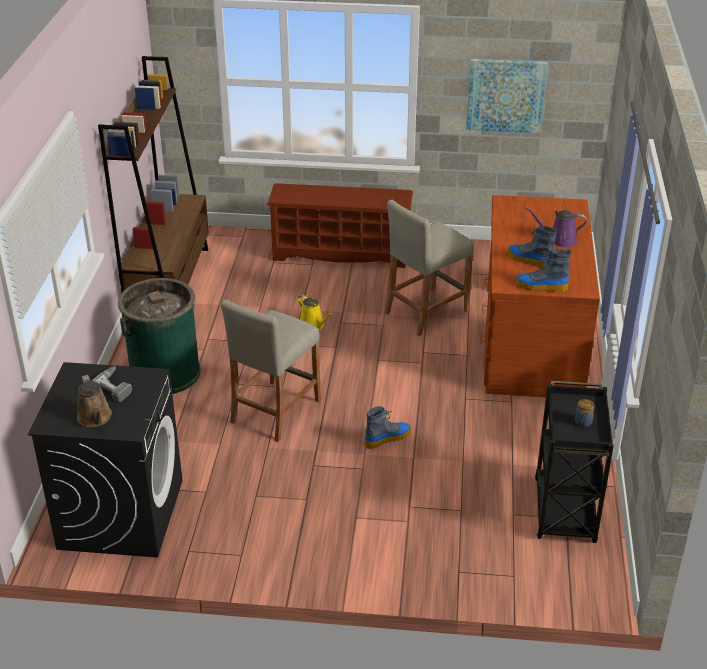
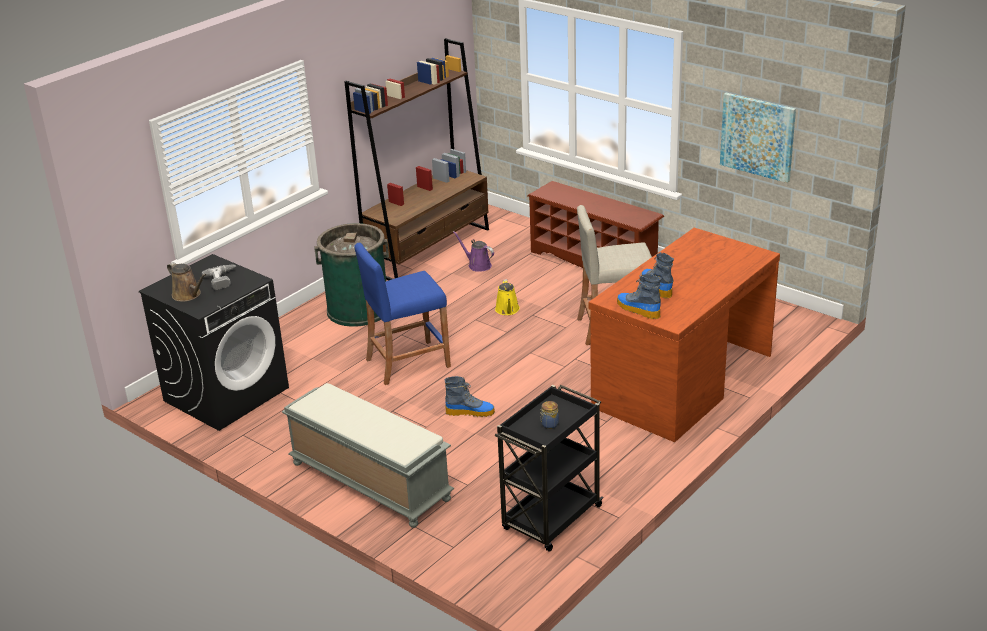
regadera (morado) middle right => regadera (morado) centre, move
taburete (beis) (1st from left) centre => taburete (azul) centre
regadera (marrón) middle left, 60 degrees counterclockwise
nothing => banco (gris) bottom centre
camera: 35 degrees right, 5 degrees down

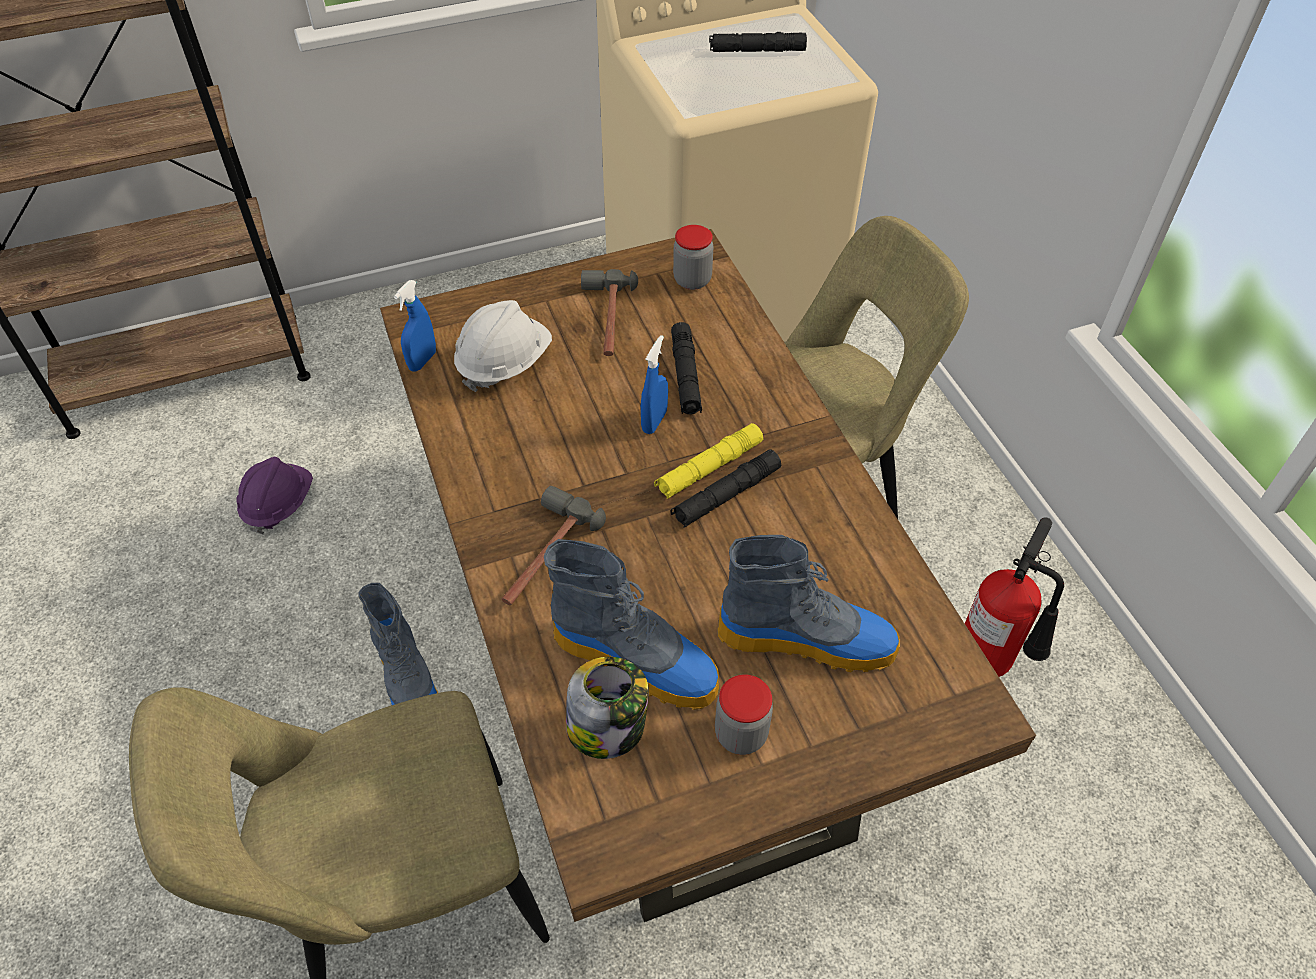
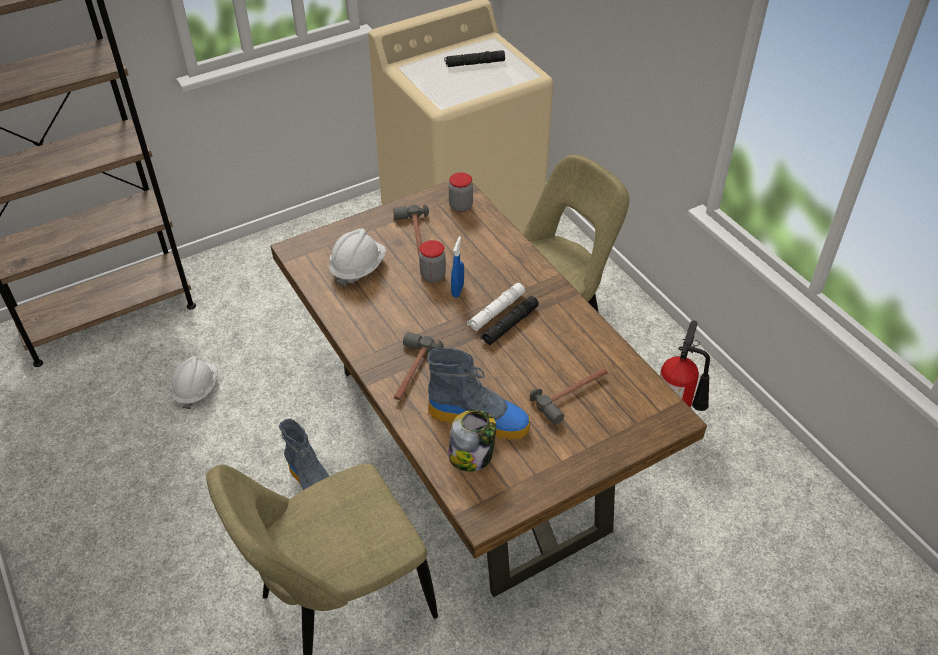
pulverizador (azul) (1st from left) top left => nothing
linterna (negro) (1st from left) centre => nothing
linterna (amarillo) centre => linterna (blanco) centre
casco (morado) middle left => casco (blanco) (1st from left) middle left
bota (3rd from left) centre => martillo (3rd from left) centre
tarro (3rd from left in the first image) bottom centre => tarro (1st from left) centre, move
camera: 10 degrees left, 5 degrees down

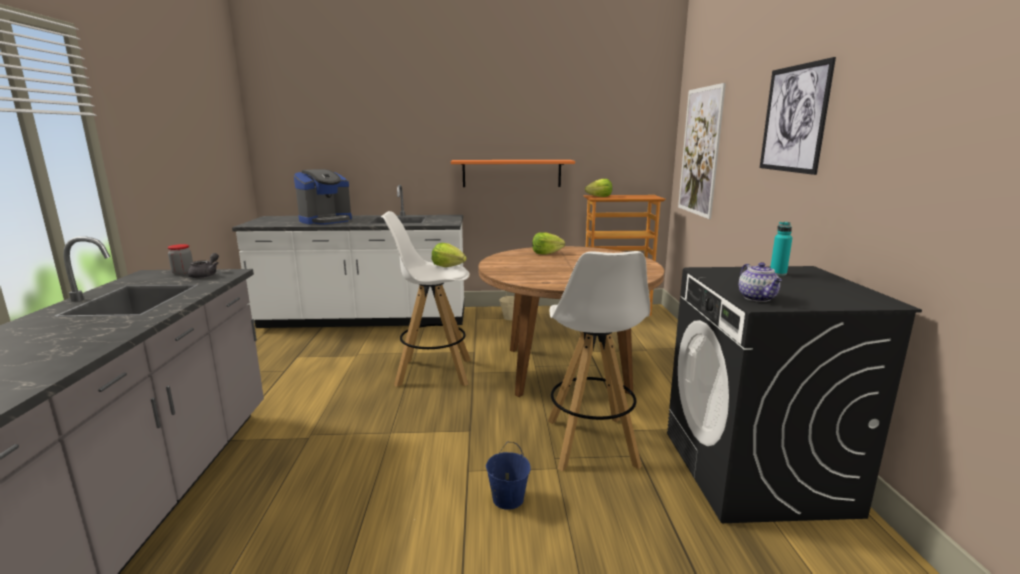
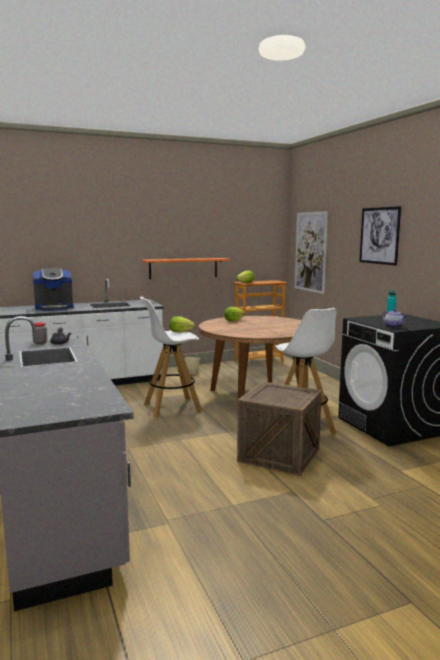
cafetera middle left, 45 degrees clockwise
cubo (azul) bottom centre => caja de embalaje centre
camera: 20 degrees left, 5 degrees down

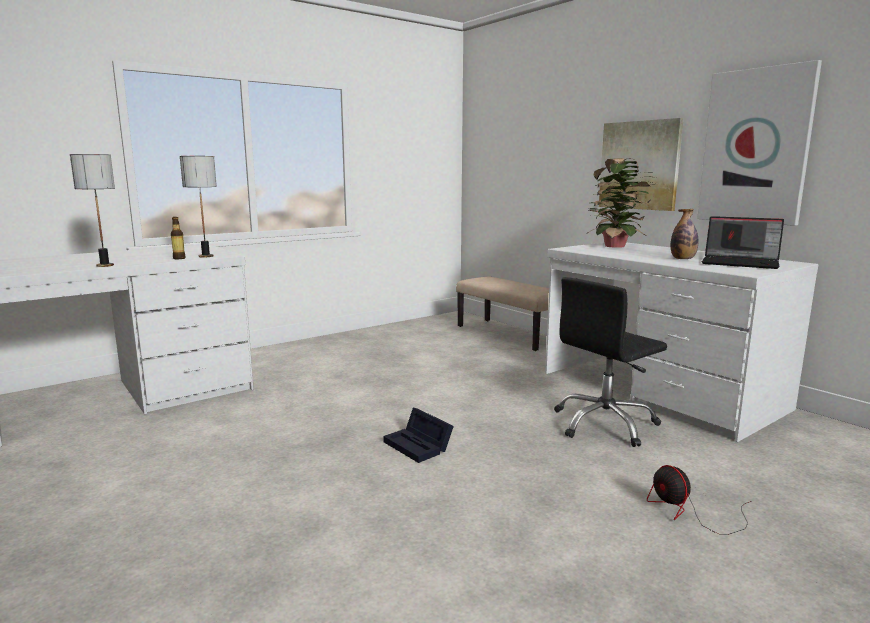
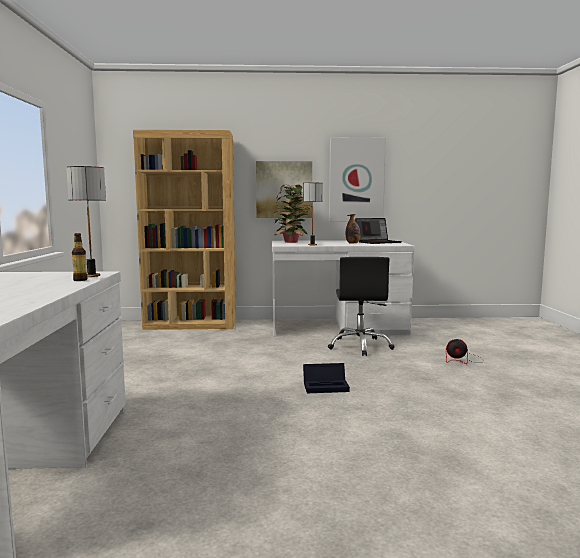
lámpara de mesa (1st from left in the first image) middle left => lámpara de mesa (2nd from left) centre, move
banco (beis) centre => estantería (marrón) middle left
camera: 55 degrees left, 5 degrees down

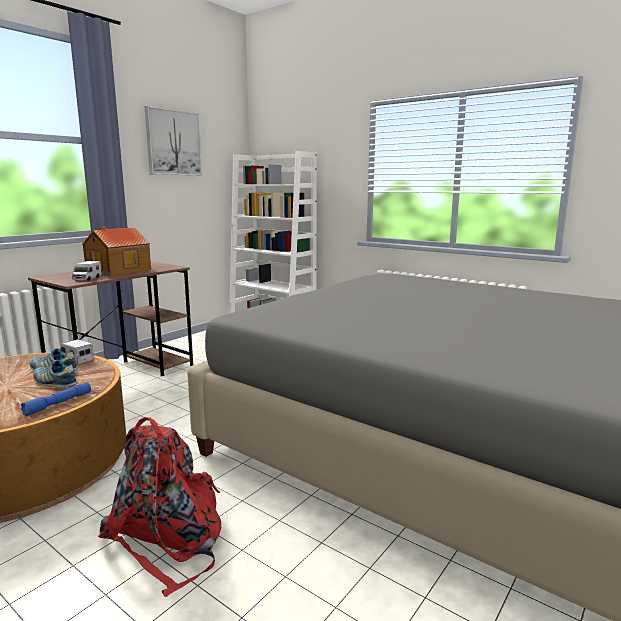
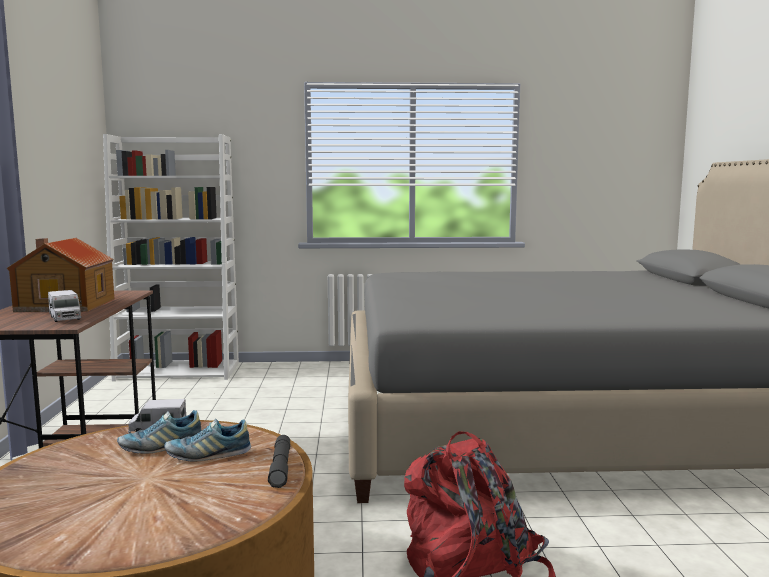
cuadro top left => nothing
linterna (azul) middle left => linterna (gris) bottom centre
camera: 40 degrees left, 5 degrees down

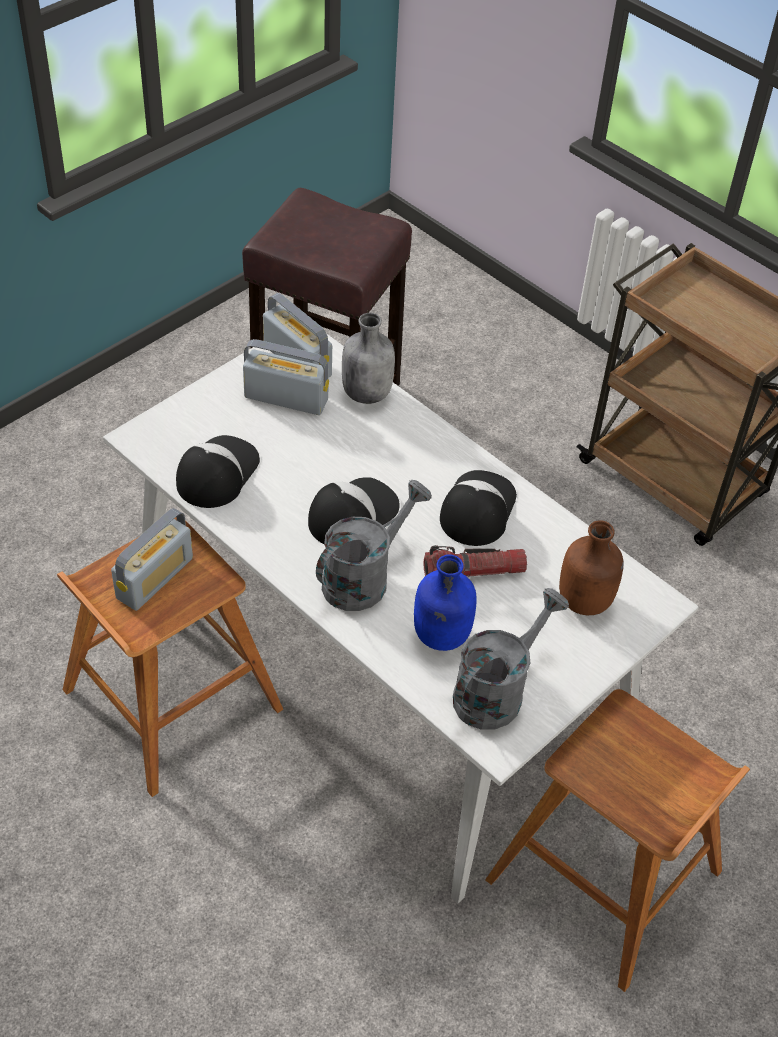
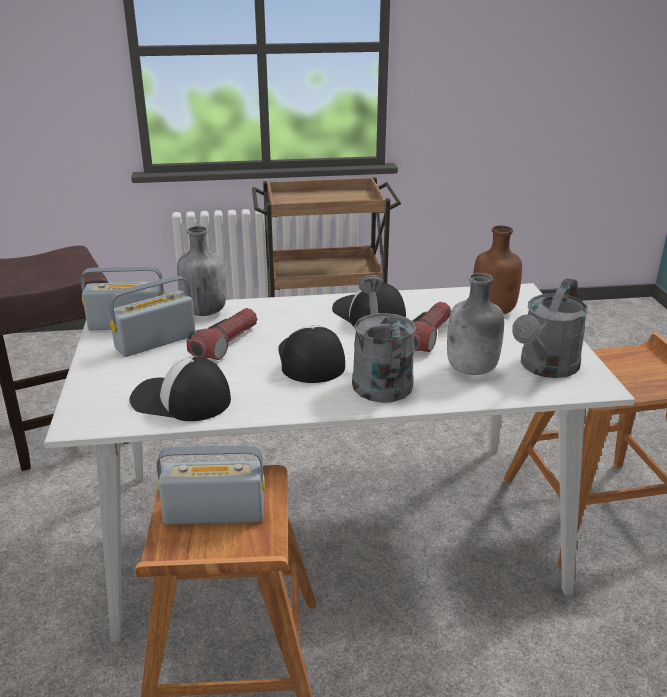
gorra (1st from left) middle left, 45 degrees counterclockwise
radio (1st from left in the first image) middle left => radio (3rd from left) bottom left, 75 degrees counterclockwise
botella (azul) centre => botella (gris) (2nd from left) middle right
regadera (gris) (2nd from left) centre => regadera (gris) (2nd from left) middle right, 135 degrees counterclockwise
nothing => linterna (1st from left) middle left
camera: 50 degrees left, 20 degrees down

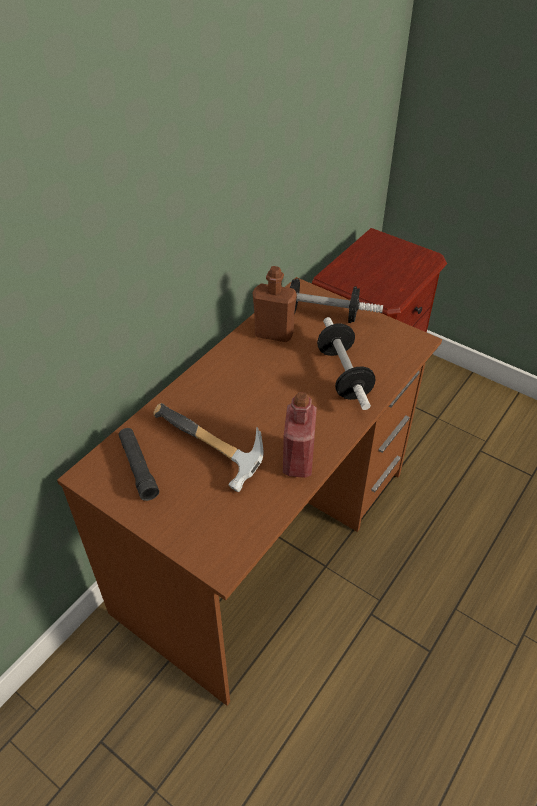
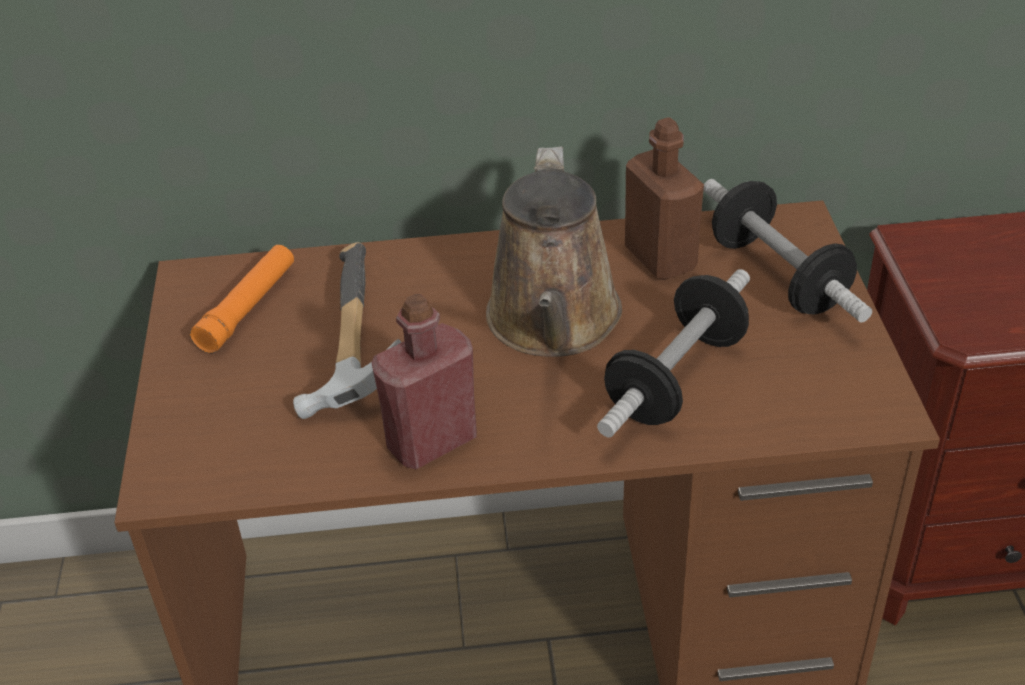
linterna (negro) middle left => linterna (naranja) middle left
nothing => regadera (marrón) centre
camera: 50 degrees right, 5 degrees down

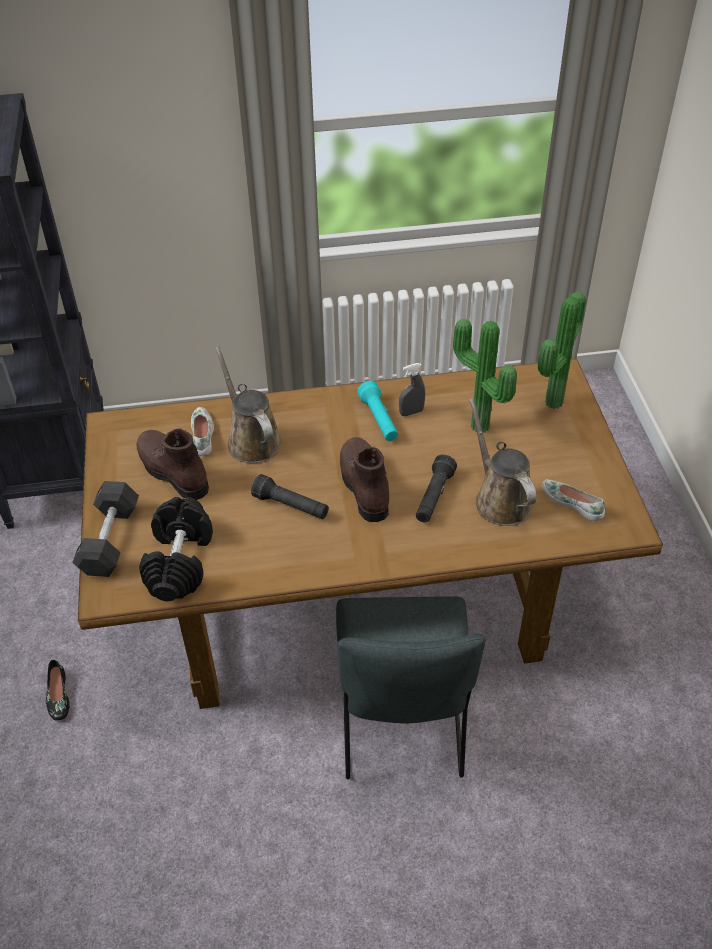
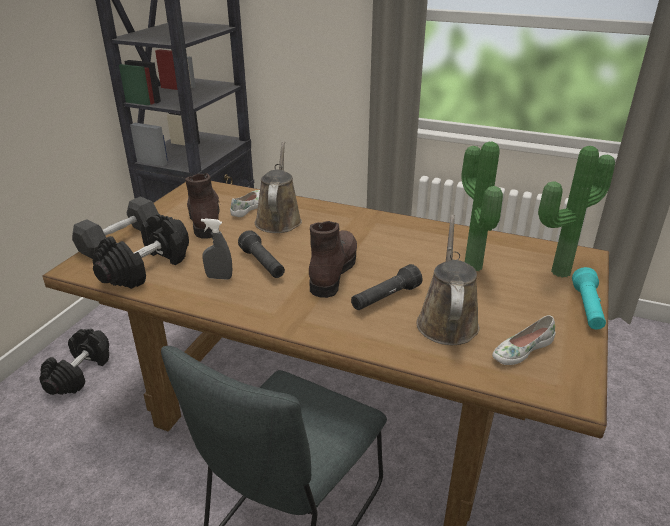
pulverizador (gris) centre => pulverizador (gris) middle left, move
linterna (turquesa) centre => linterna (turquesa) middle right, move
zapato (blanco) (2nd from left) middle right, 105 degrees counterclockwise
zapato (negro) bottom left => mancuerna (negro) (1st from left) bottom left
camera: 30 degrees right, 15 degrees down

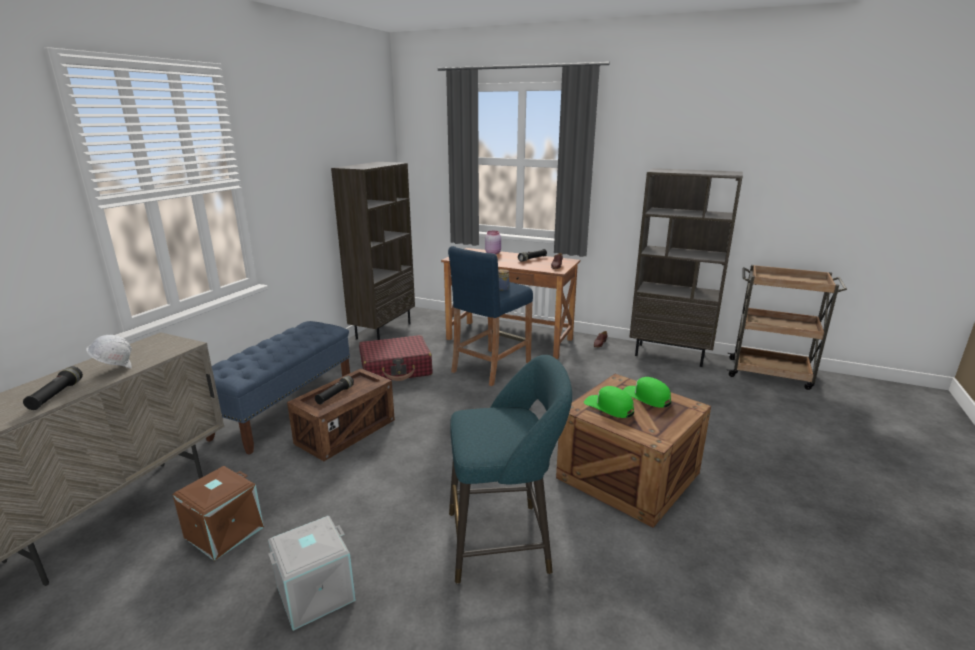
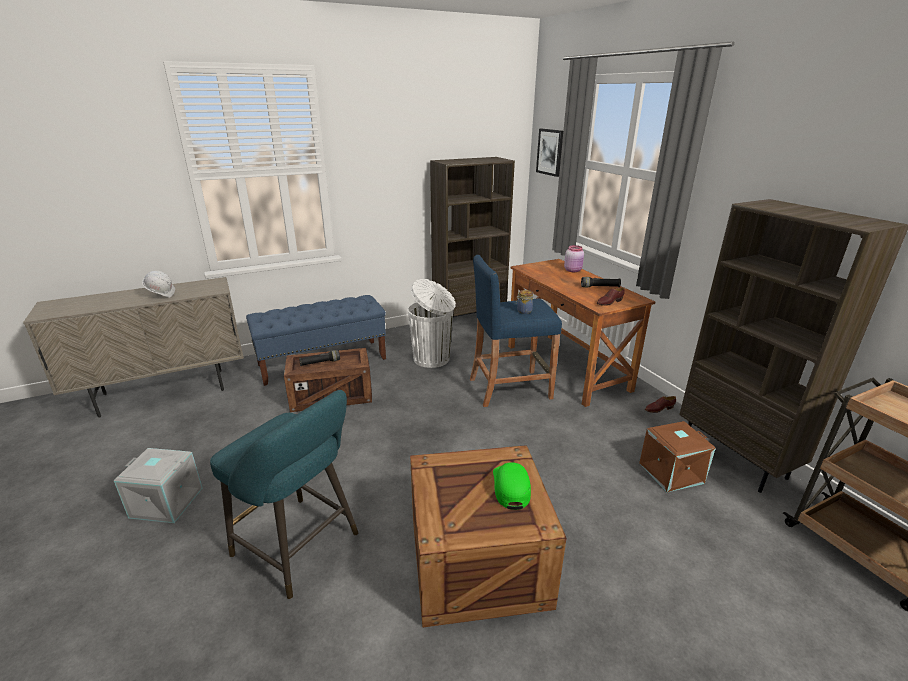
maleta (rojo) centre => papelera (blanco) centre
linterna (negro) (1st from left) middle left => nothing
gorra (verde) (1st from left) centre => nothing
caja de almacenaje (marrón) bottom left => caja de almacenaje (marrón) bottom right, move
nothing => cuadro top centre
camera: 40 degrees right, 5 degrees up

